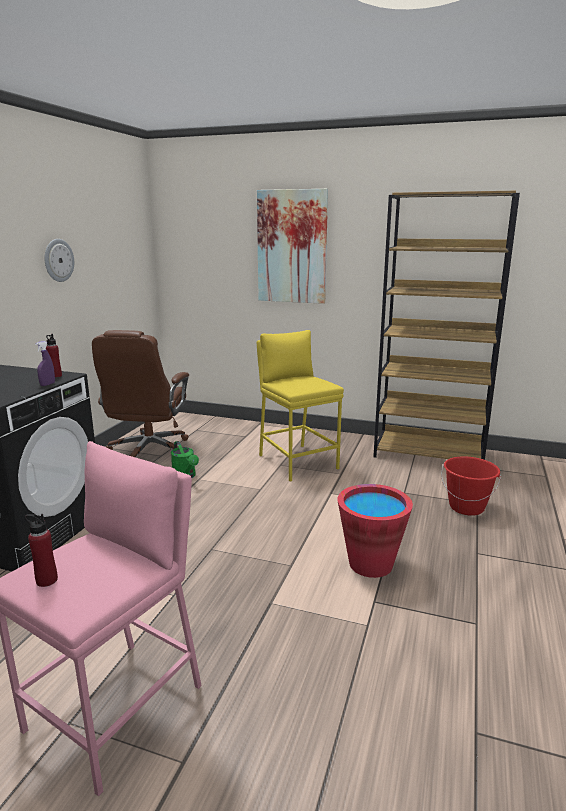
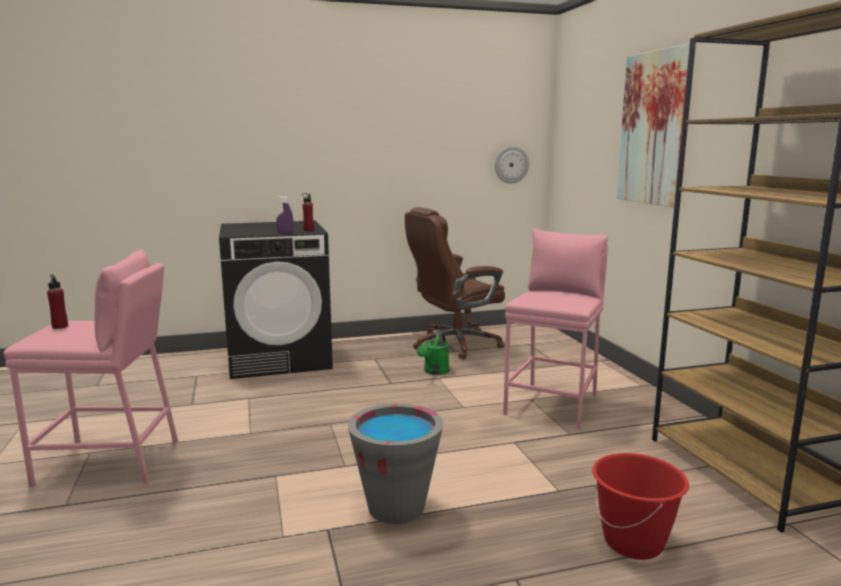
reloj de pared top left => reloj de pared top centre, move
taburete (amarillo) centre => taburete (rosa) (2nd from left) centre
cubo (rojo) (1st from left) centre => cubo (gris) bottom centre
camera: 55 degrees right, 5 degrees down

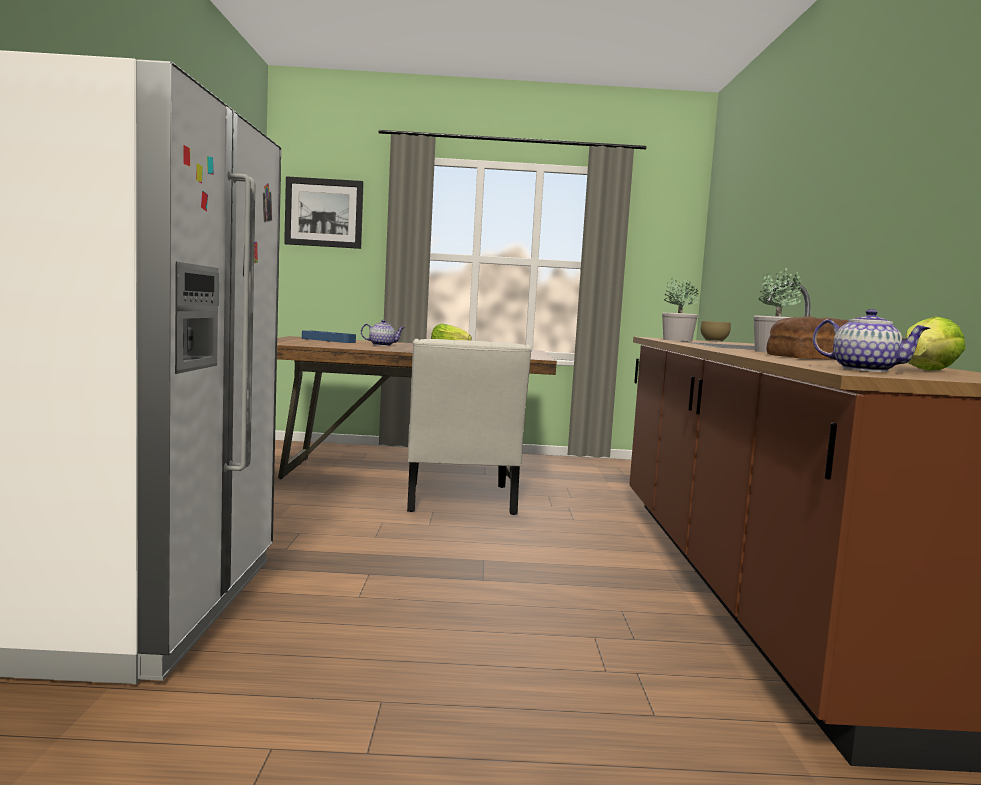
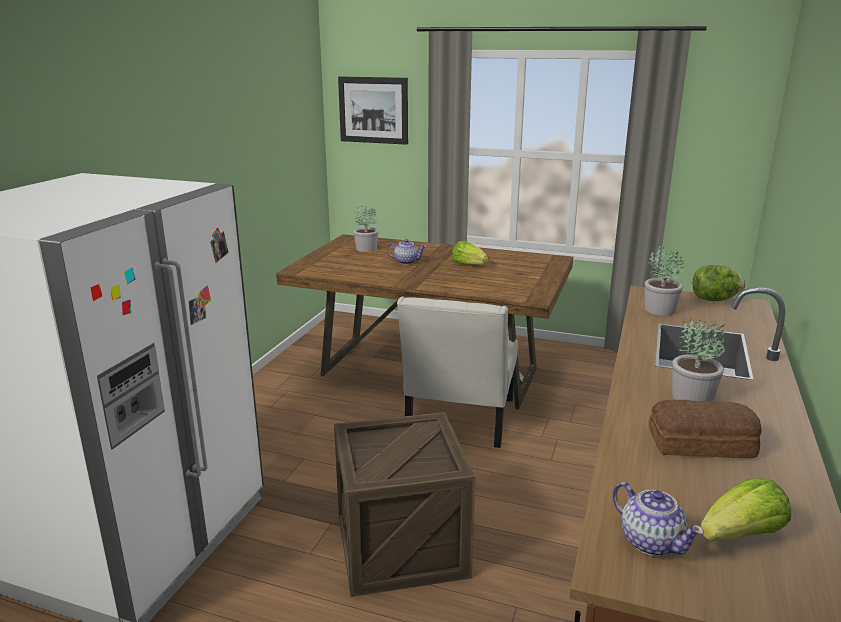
cuenco (marrón) middle right => lechuga (2nd from left) middle right
bandeja (azul) centre => planta en maceta (1st from left) centre
nothing => caja de embalaje bottom centre
camera: 20 degrees right, 15 degrees up

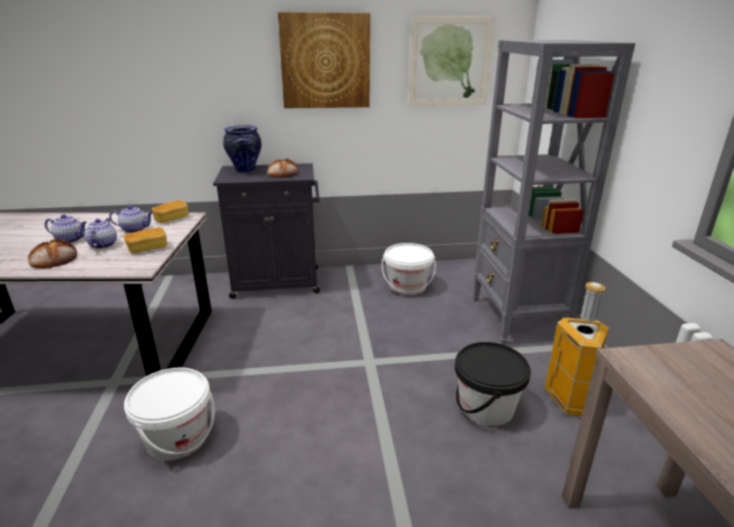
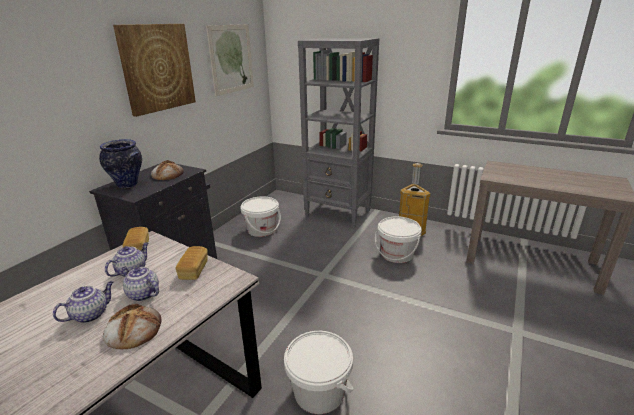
cubo (negro) bottom right => cubo (blanco) (3rd from left) centre
camera: 55 degrees left, 0 degrees up

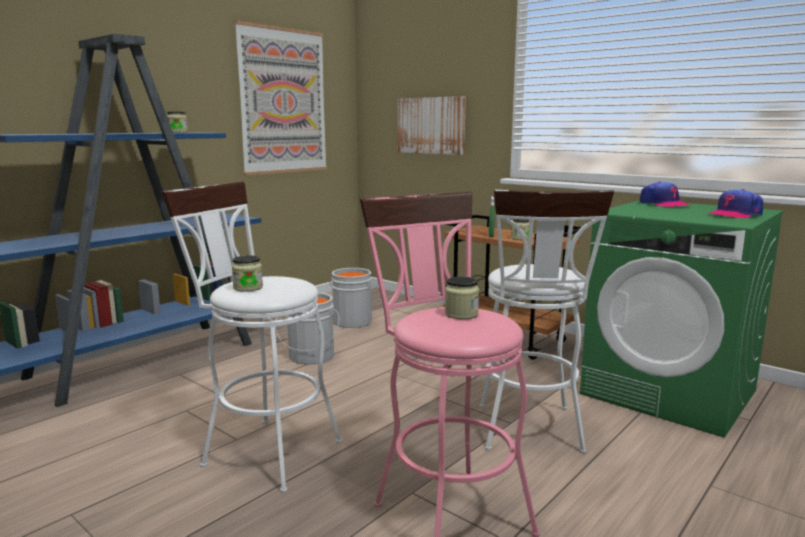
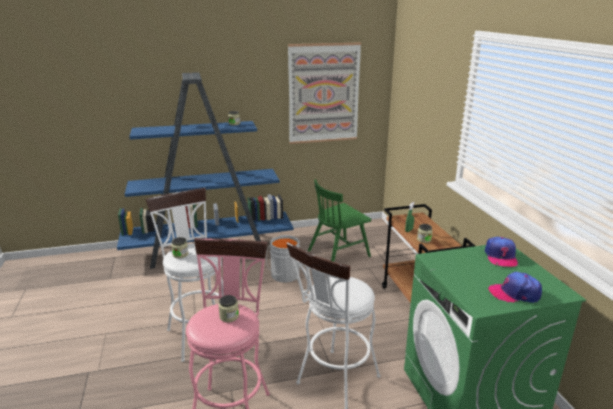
cuadro (2nd from left) top centre => nothing
cubo (gris) (2nd from left) centre => silla (verde) centre
camera: 35 degrees right, 10 degrees up

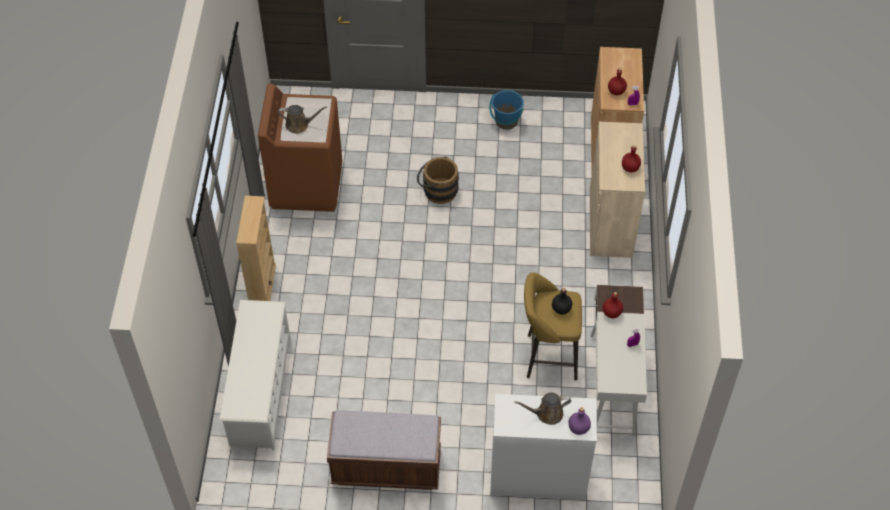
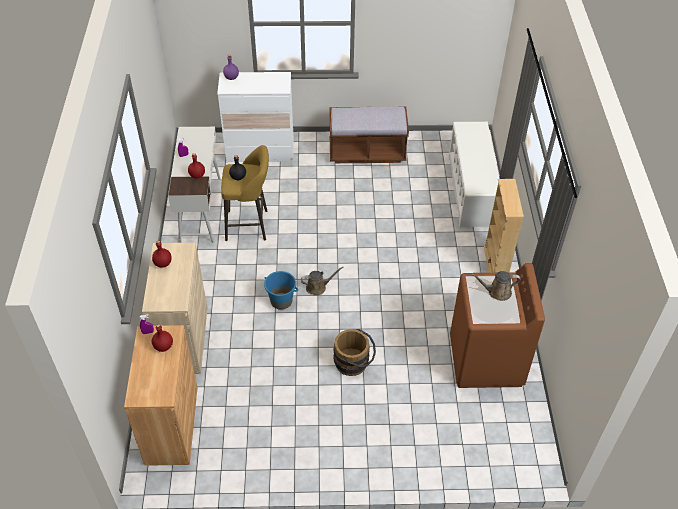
cubo (azul) top centre => cubo (azul) centre, move
regadera (marrón) (2nd from left in the first image) bottom centre => regadera (marrón) (1st from left) centre, move
camera: 175 degrees right, 5 degrees down

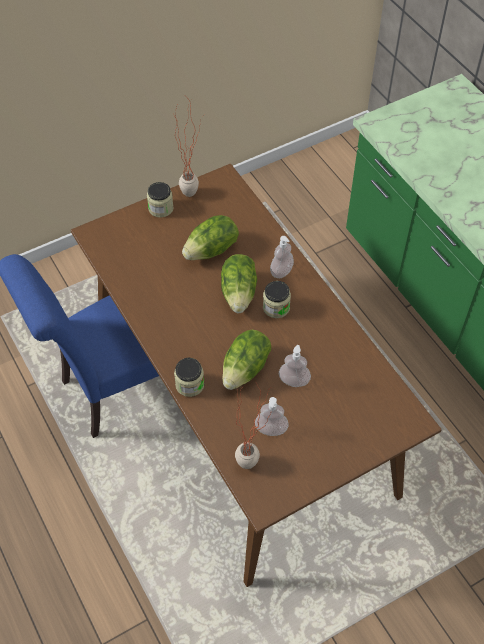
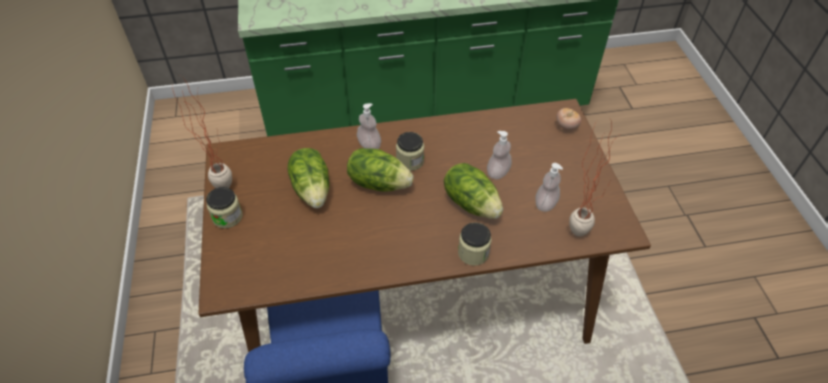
nothing => tomate top right
camera: 70 degrees left, 5 degrees down

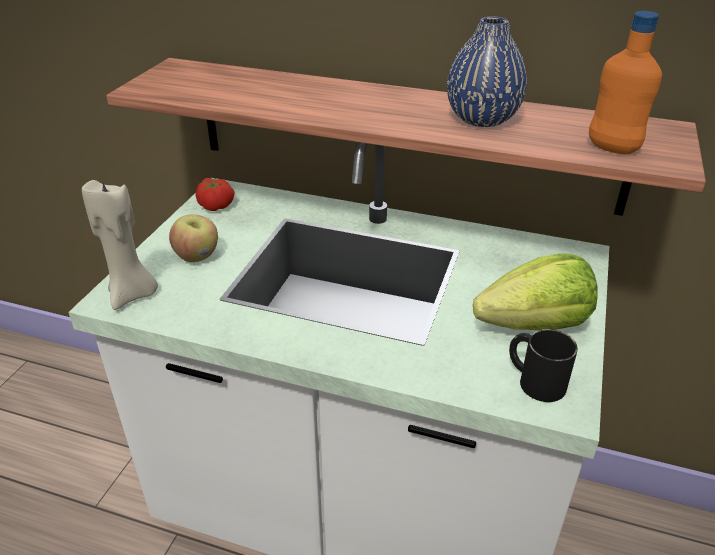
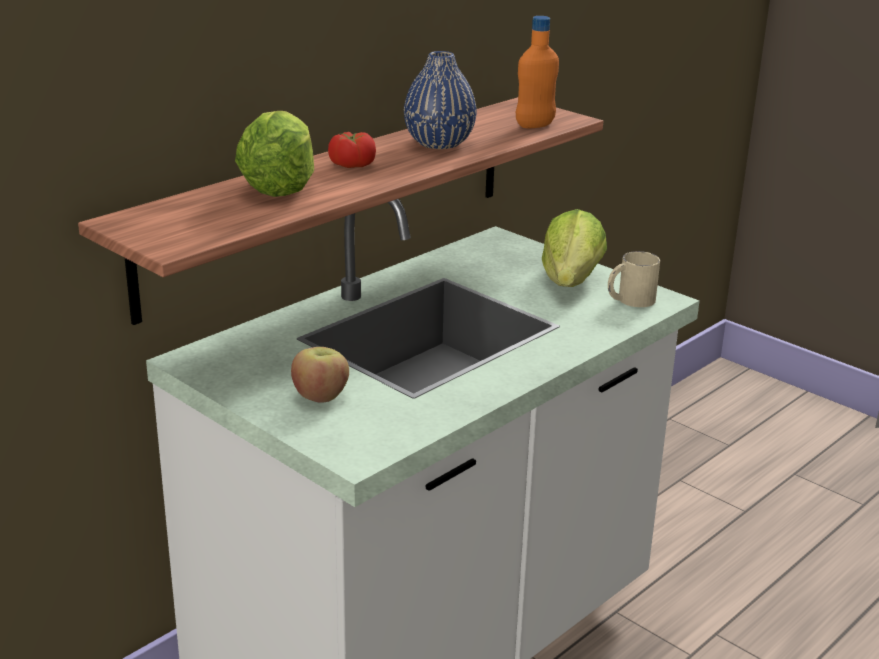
tomate middle left => tomate top centre, move
vela (beis) middle left => nothing
taza grande (negro) middle right => taza grande (beis) middle right
nothing => lechuga (1st from left) top left
camera: 65 degrees left, 10 degrees down

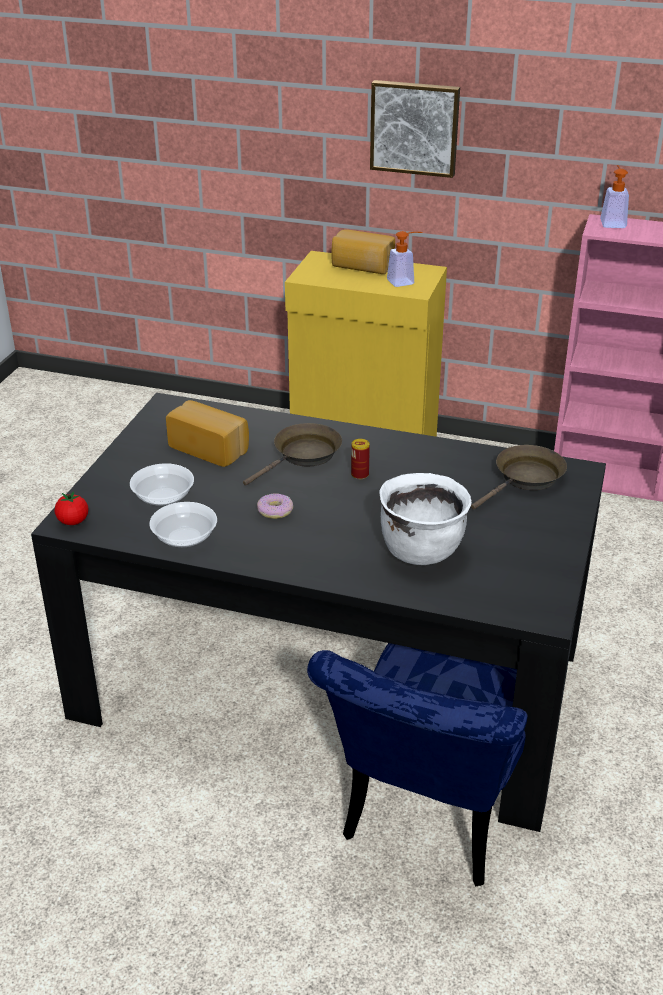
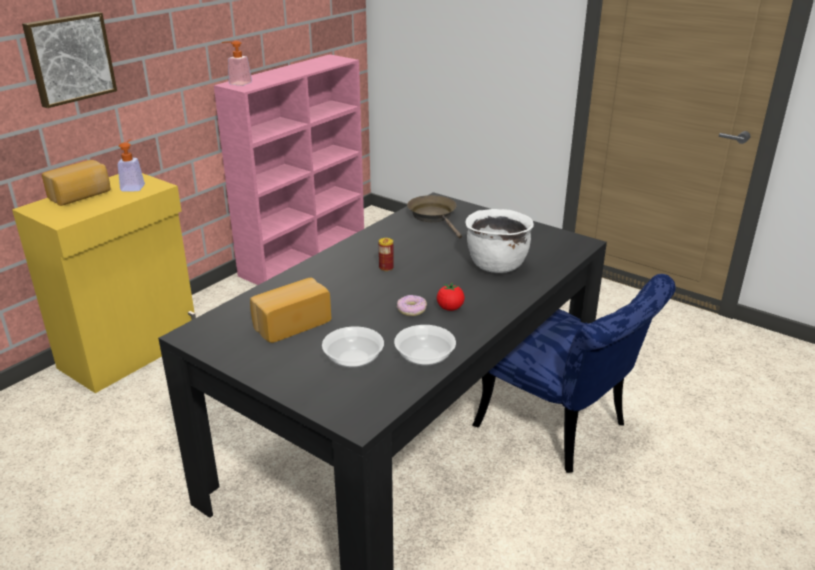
sartén (marrón) (1st from left) centre => nothing
tomate middle left => tomate centre, move
camera: 70 degrees left, 5 degrees down

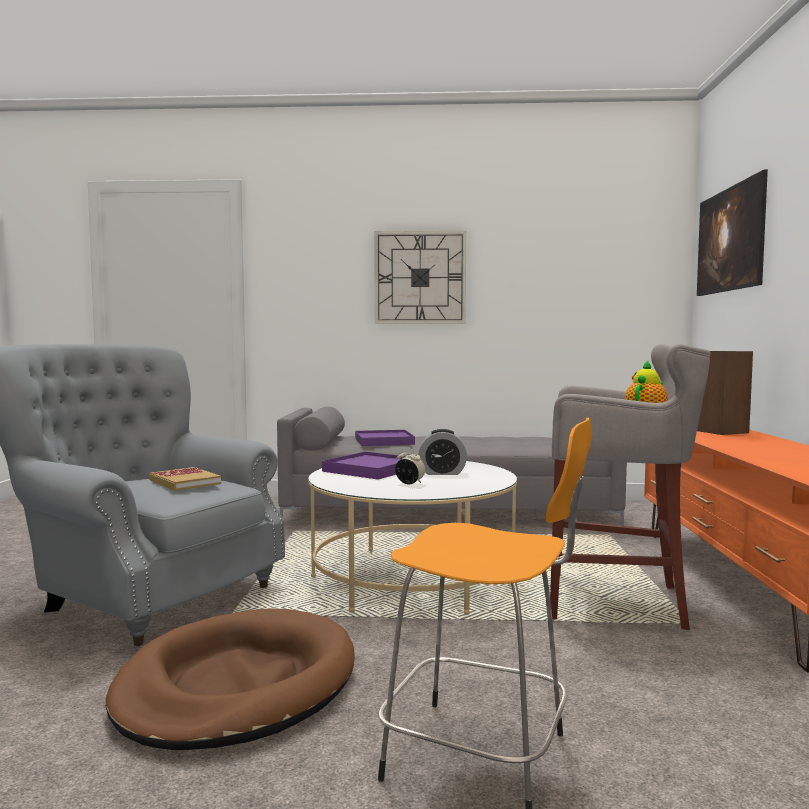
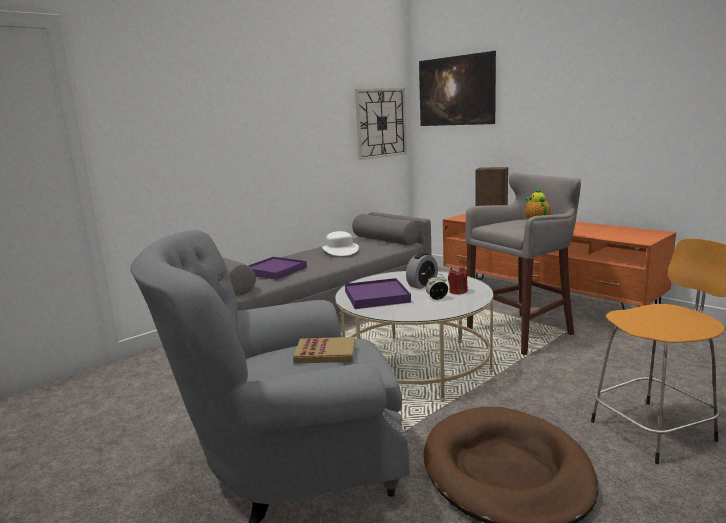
reloj de pared centre => reloj de pared top centre, move
nothing => sombrero (blanco) centre
nothing => vela (rojo) centre
camera: 45 degrees left, 10 degrees up

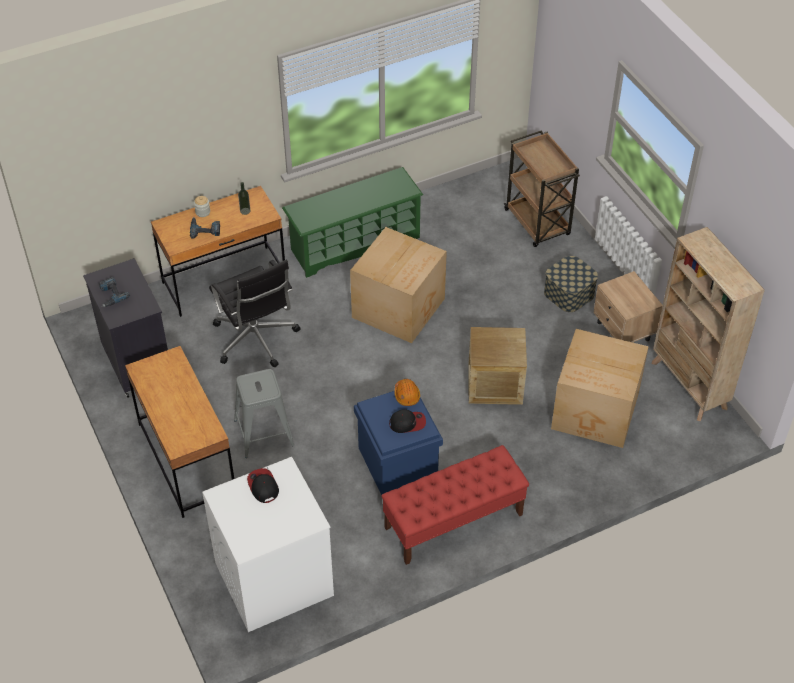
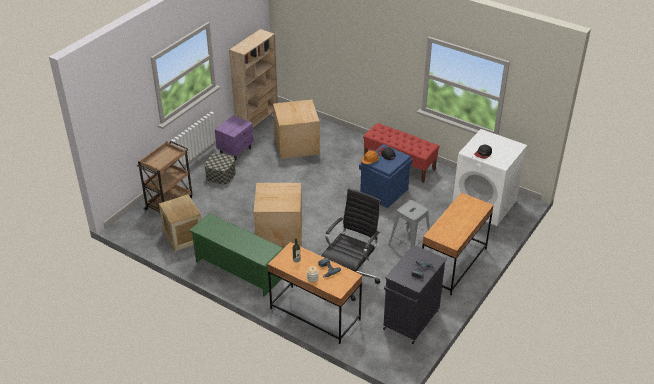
mesita de noche (beis) middle right => mesita de noche (morado) centre
caja de embalaje centre => caja de embalaje middle left, move
camera: 120 degrees left, 10 degrees down

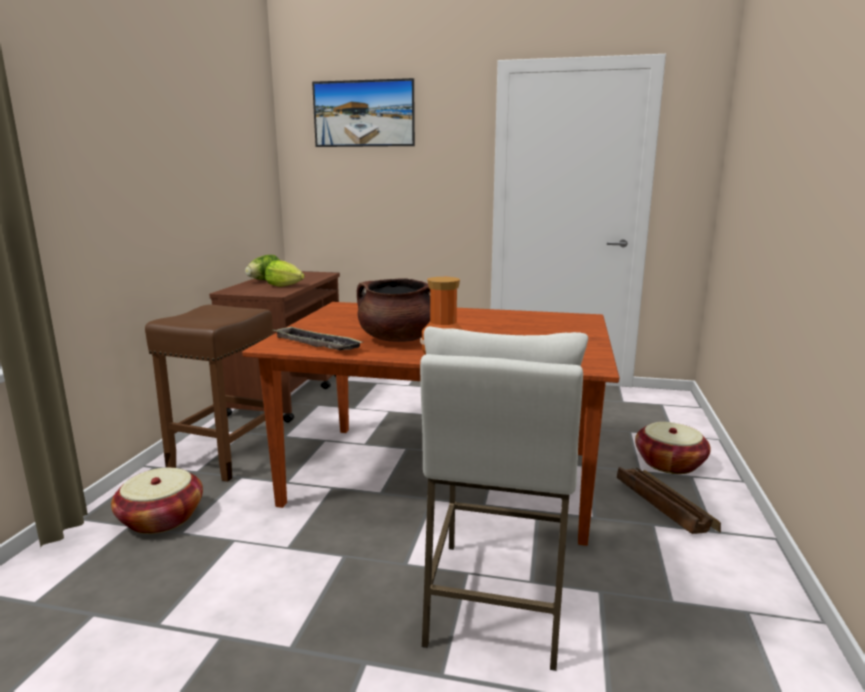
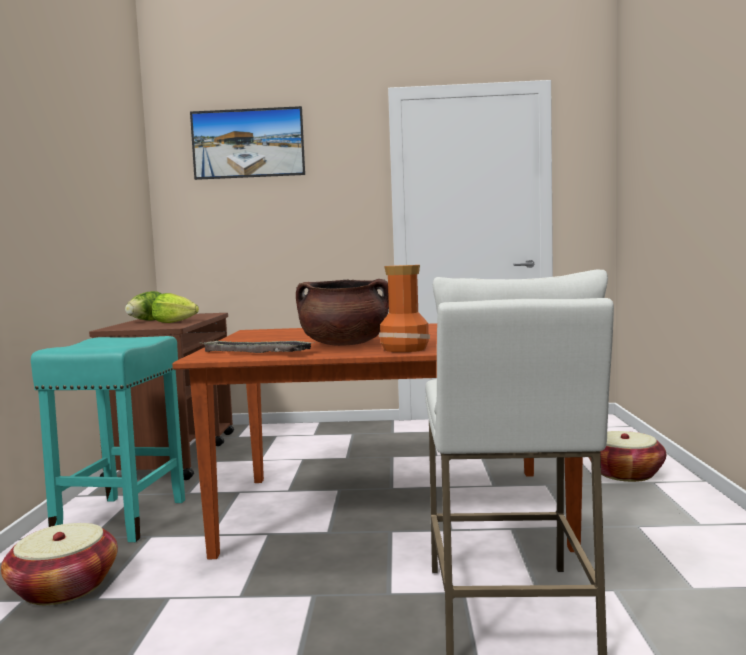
taburete (marrón) middle left => taburete (turquesa) bottom left
caja de embalaje bottom right => nothing
camera: 10 degrees left, 10 degrees down

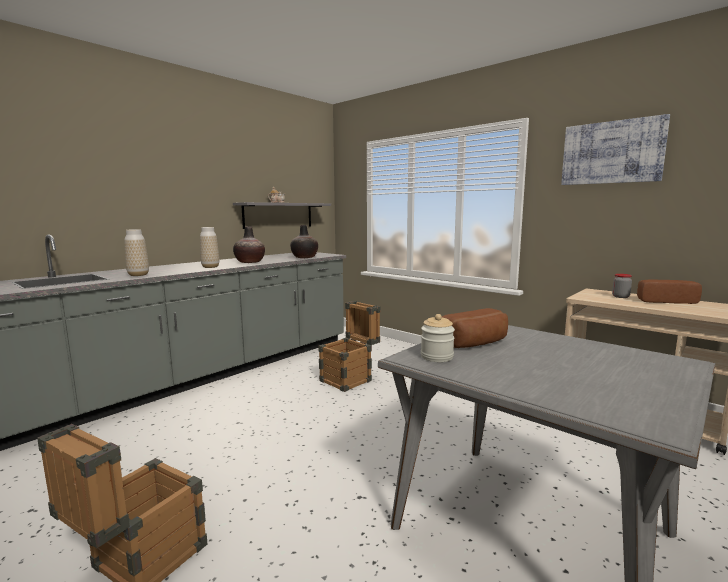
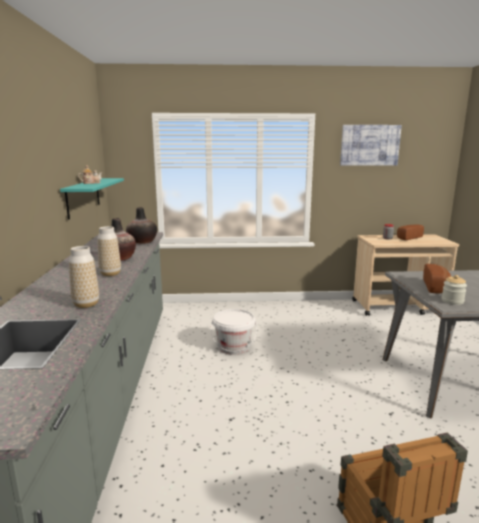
estante (gris) centre => estante (turquesa) middle left
caja de embalaje (2nd from left) centre => cubo (blanco) centre
camera: 45 degrees left, 5 degrees up

